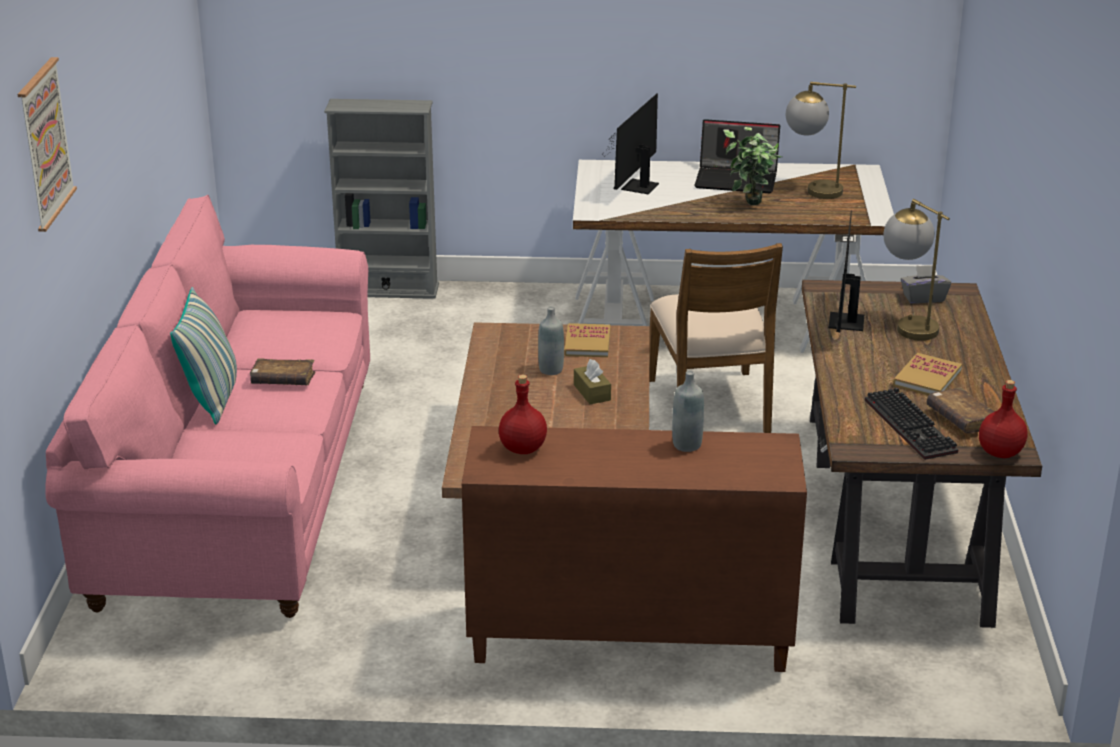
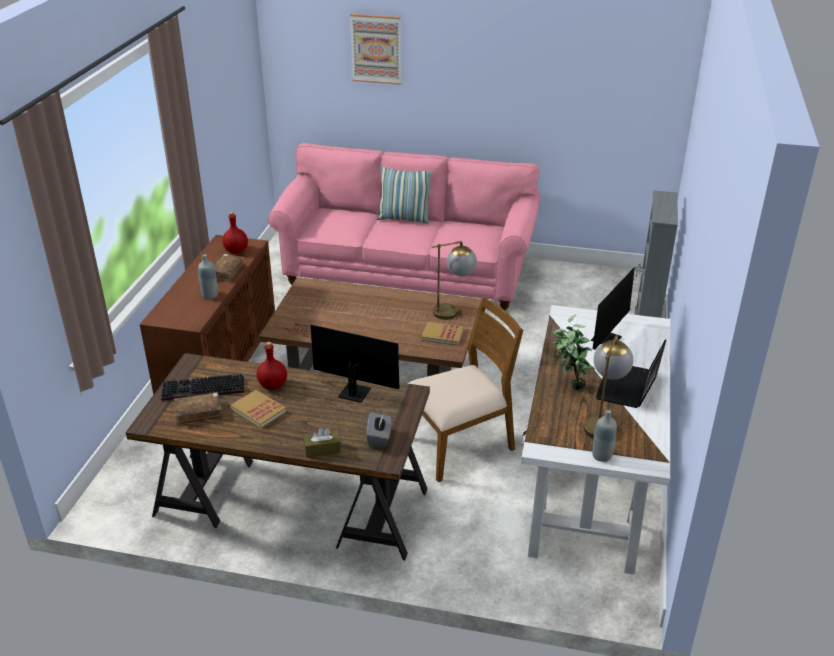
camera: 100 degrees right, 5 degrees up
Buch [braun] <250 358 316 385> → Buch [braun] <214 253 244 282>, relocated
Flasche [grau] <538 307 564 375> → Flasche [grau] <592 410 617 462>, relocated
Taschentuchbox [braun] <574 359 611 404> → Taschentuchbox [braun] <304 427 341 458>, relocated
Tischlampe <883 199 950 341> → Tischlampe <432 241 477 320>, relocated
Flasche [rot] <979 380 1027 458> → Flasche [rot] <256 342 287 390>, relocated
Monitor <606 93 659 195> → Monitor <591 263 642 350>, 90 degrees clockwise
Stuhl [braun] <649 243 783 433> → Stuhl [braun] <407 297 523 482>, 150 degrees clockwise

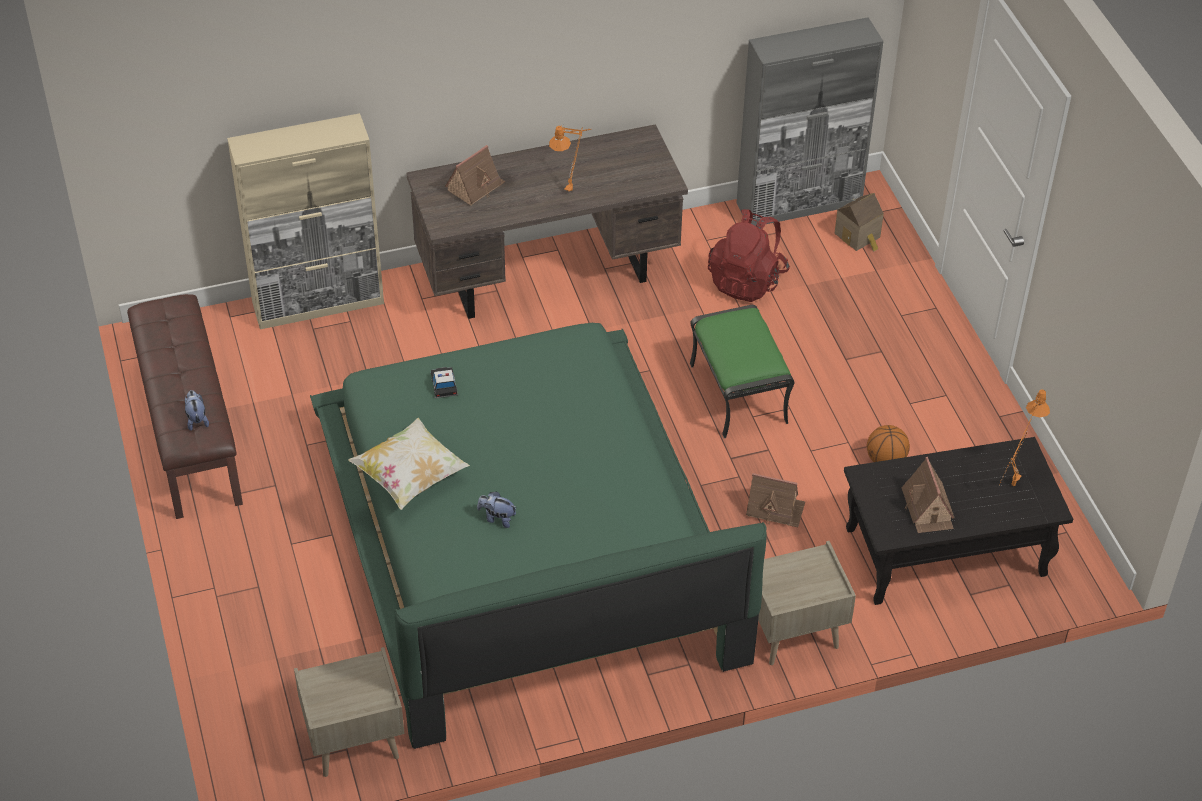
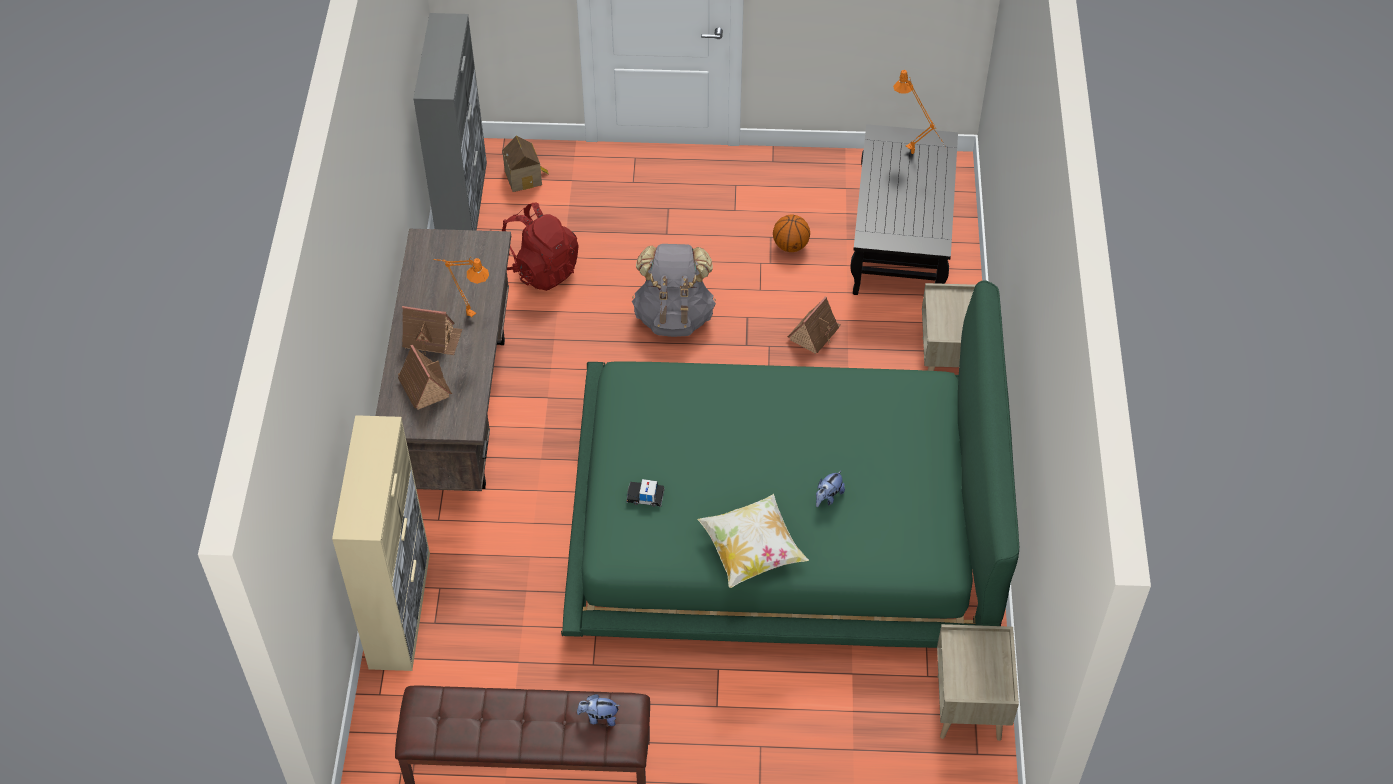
camera: 70 degrees left, 5 degrees up
Spielzeughaus <901 457 954 533> → Spielzeughaus <402 306 462 355>, relocated
Polsterhocker [grün] <690 305 794 438> → Rucksack [grau] <632 244 716 337>

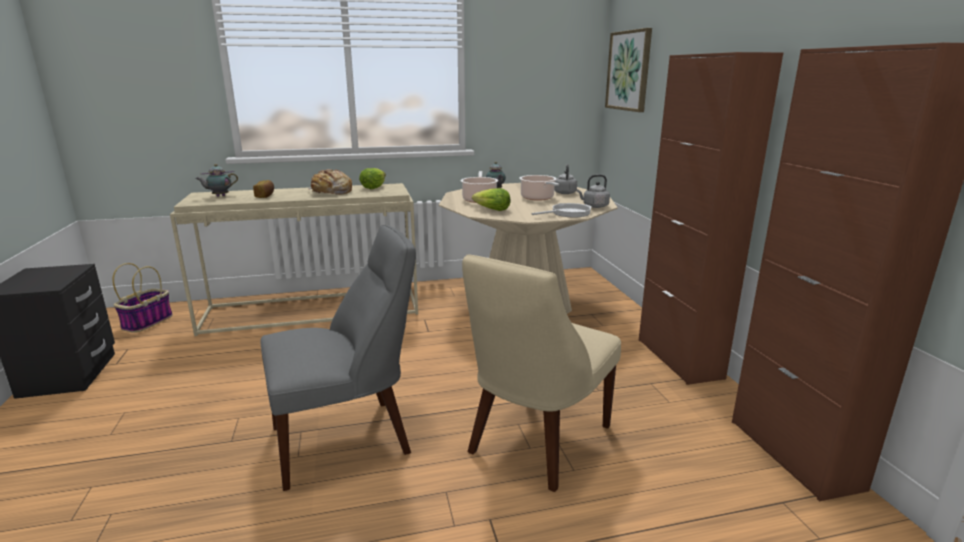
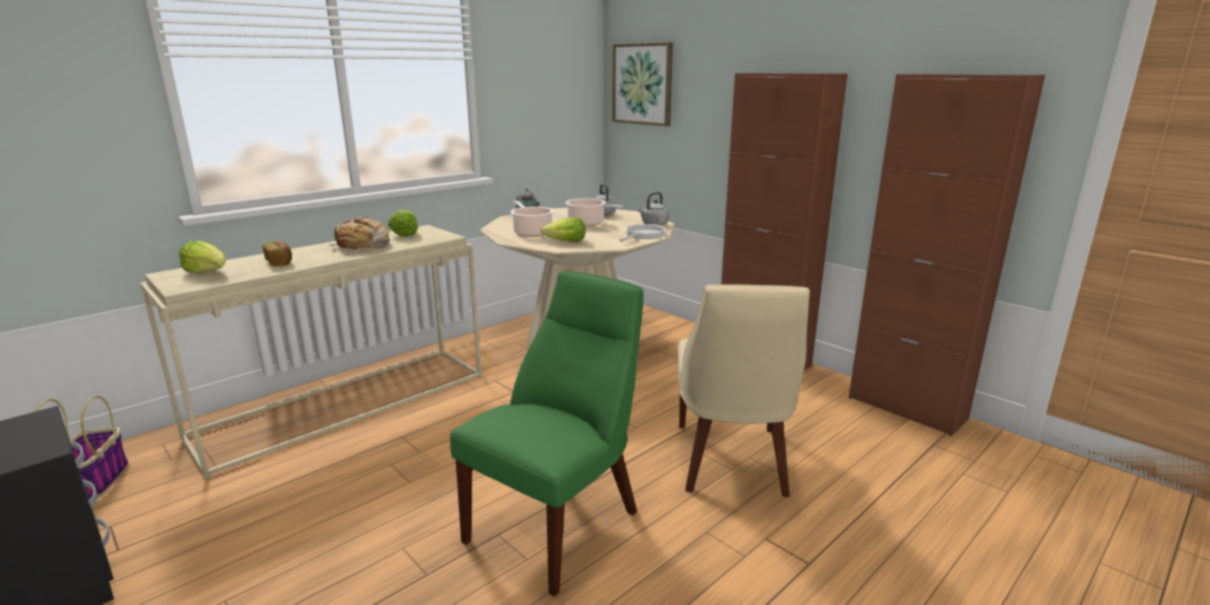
camera: 30 degrees left, 0 degrees up
Teekanne <196 164 238 197> → Salatkopf <179 240 225 274>
Stuhl [grau] <260 225 416 491> → Stuhl [grün] <450 271 644 597>

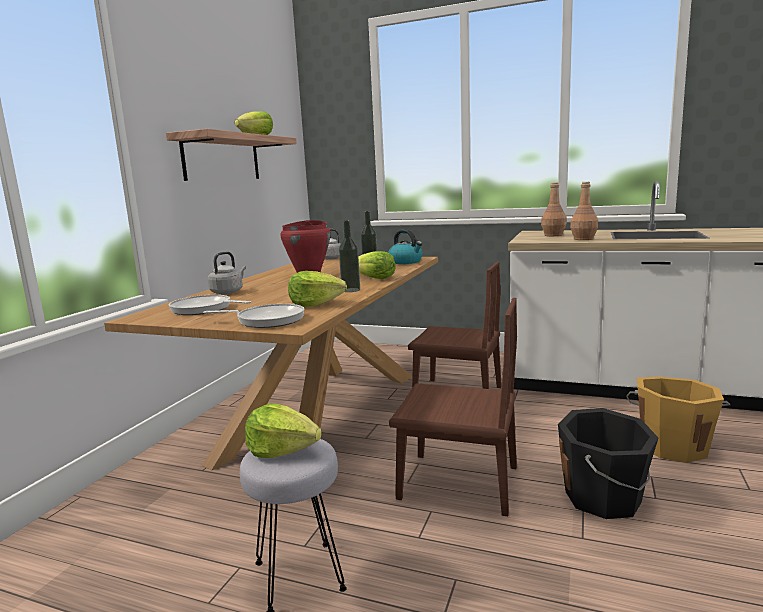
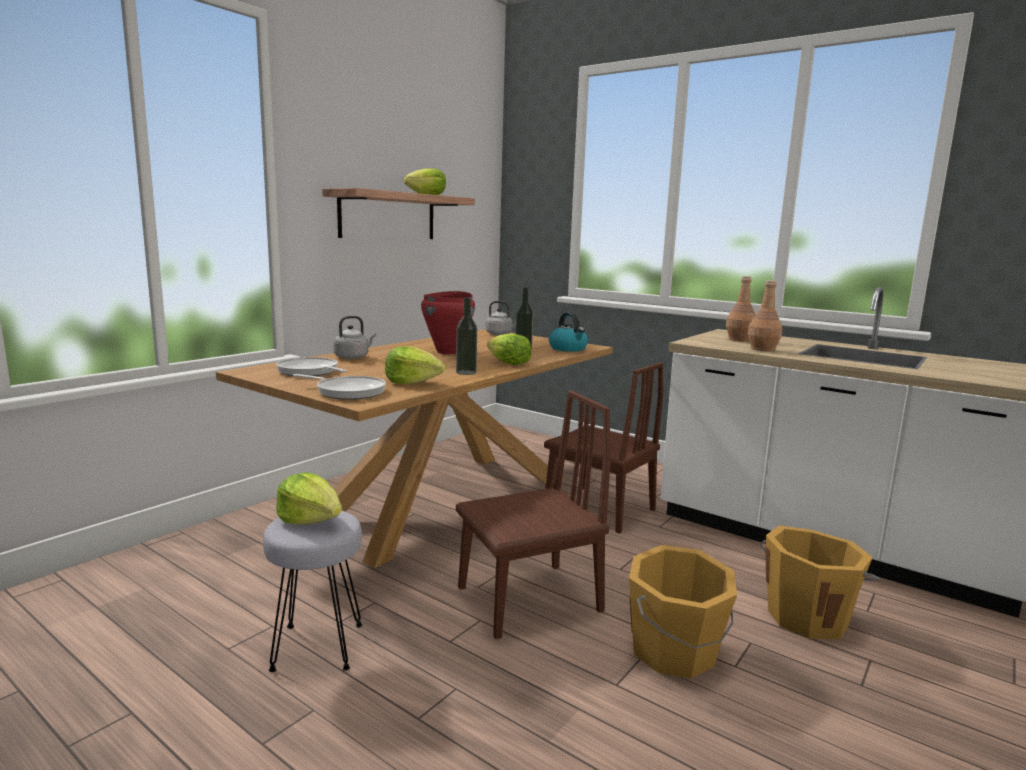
camera: 15 degrees right, 0 degrees up
Eimer [schwarz] <558 408 659 519> → Eimer [orange] <629 545 737 679>
Stuhl [braun] <389 298 517 516> → Stuhl [braun] <456 390 611 639>, 60 degrees counterclockwise

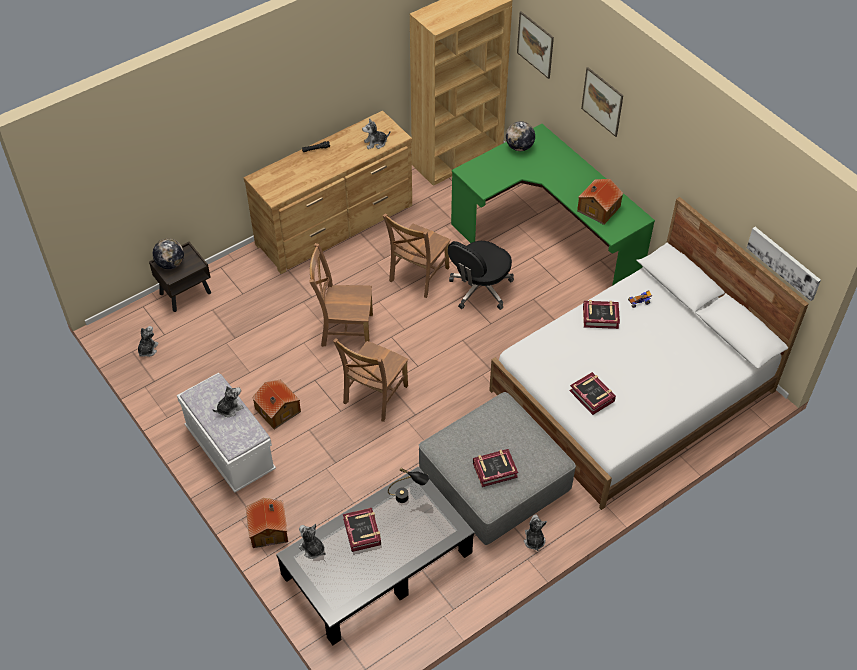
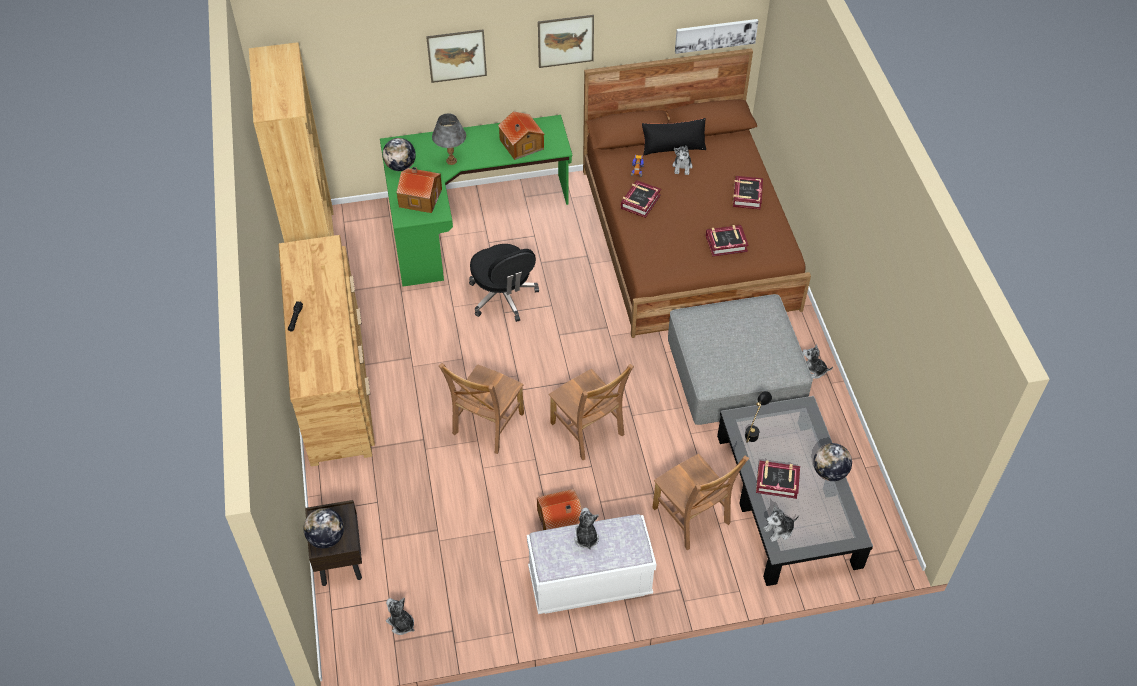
camera: 65 degrees left, 0 degrees up
- → Tischlampe [grau] <432 113 466 165>
- → Kissen [schwarz] <642 118 706 156>
- → Globus <813 443 852 481>
Spielzeughaus <246 498 288 548> → Spielzeughaus <396 167 442 213>, relocated
Plüschtier <362 118 390 149> → Plüschtier <672 146 693 175>, relocated
Stuhl [braun] <383 213 451 298> → Stuhl [braun] <652 454 749 550>, relocated
Buch <473 449 518 487> → Buch <732 176 763 210>, relocated
Bild <517 11 554 79> → Bild <538 15 594 68>, relocated
Bett [weiß] <489 197 809 510> → Bett [braun] <583 48 811 338>

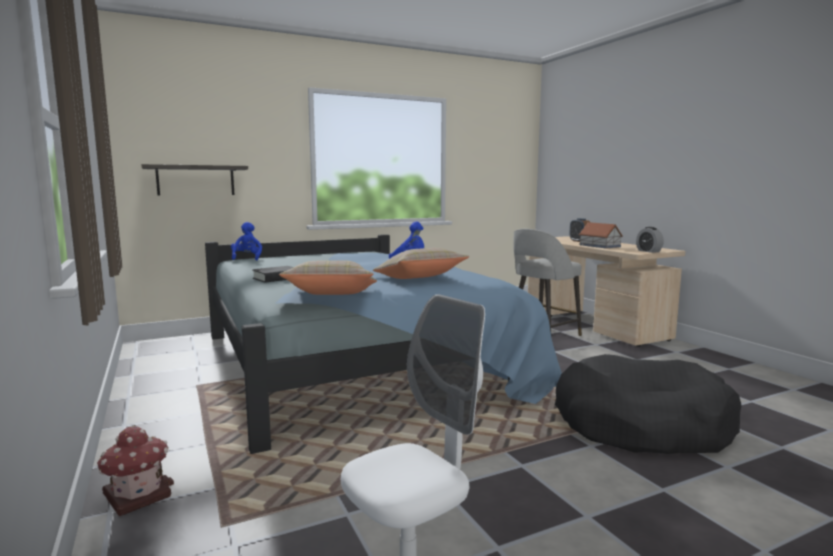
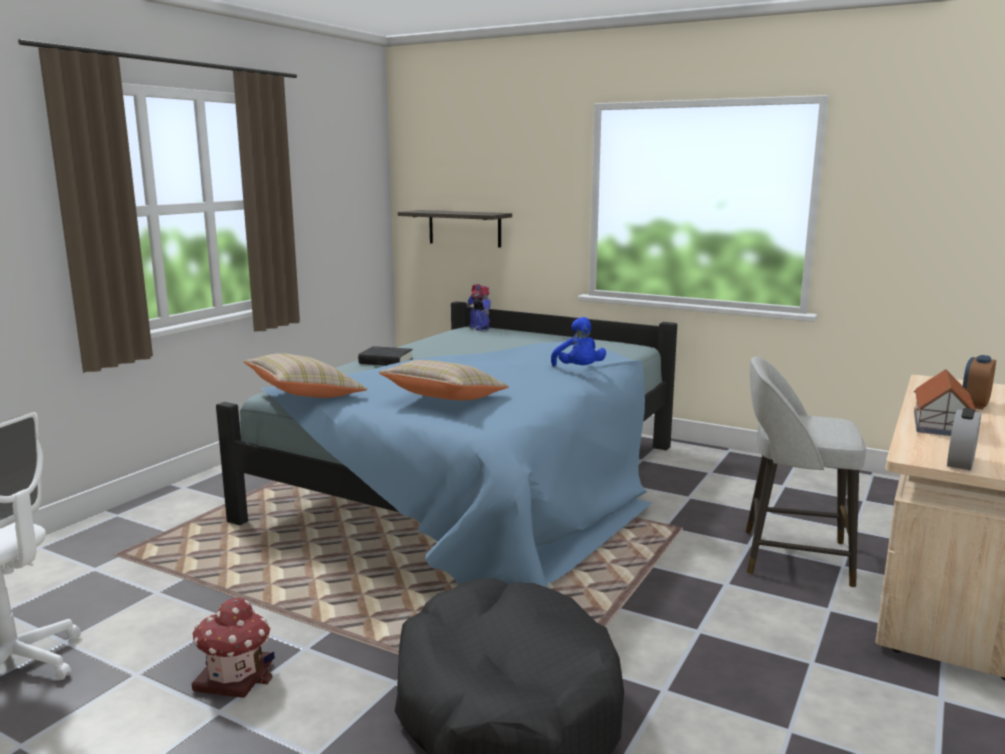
camera: 55 degrees right, 5 degrees up
Spielzeughaus <97 426 174 516> → Spielzeughaus <192 597 275 698>, relocated
Plüschtier [blau] <231 222 262 260> → Spielzeugroboter <466 284 491 331>

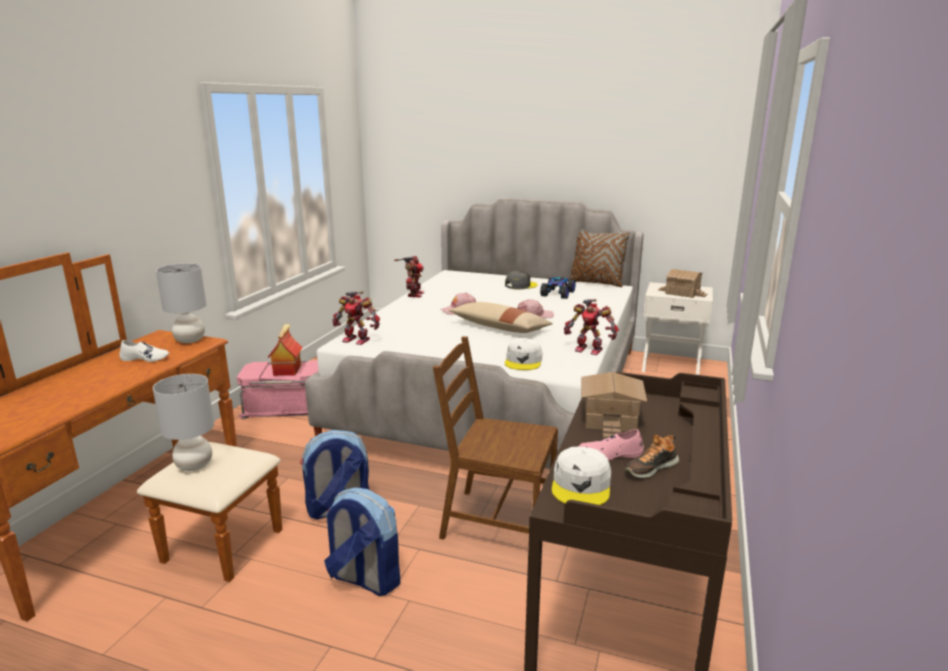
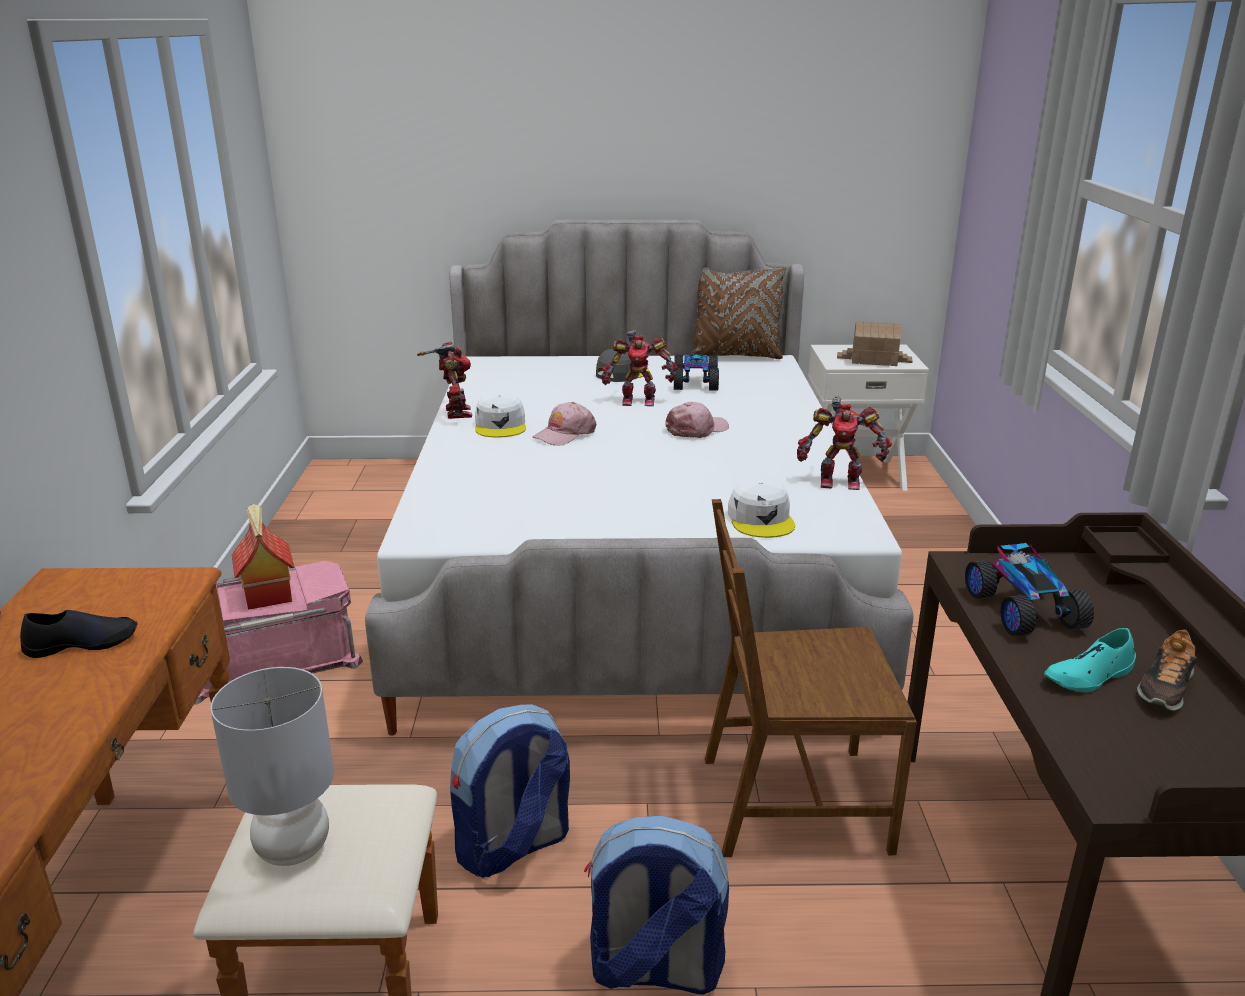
camera: 20 degrees left, 5 degrees up
Tischlampe [grau] <156 263 207 343> → -
Kissen [beige] <449 302 553 333> → -
Spielzeugroboter <332 291 380 345> → Spielzeugroboter <601 330 678 406>, relocated
Kappe [weiß] <552 447 611 505> → Kappe [weiß] <475 393 526 438>, relocated
Spielzeughaus <581 372 647 439> → Spielzeugauto <965 543 1094 636>
Schuh [weiß] <119 340 169 362> → Schuh [schwarz] <20 610 137 658>
Schuh [rosa] <578 429 644 461> → Schuh [türkis] <1044 628 1136 692>

